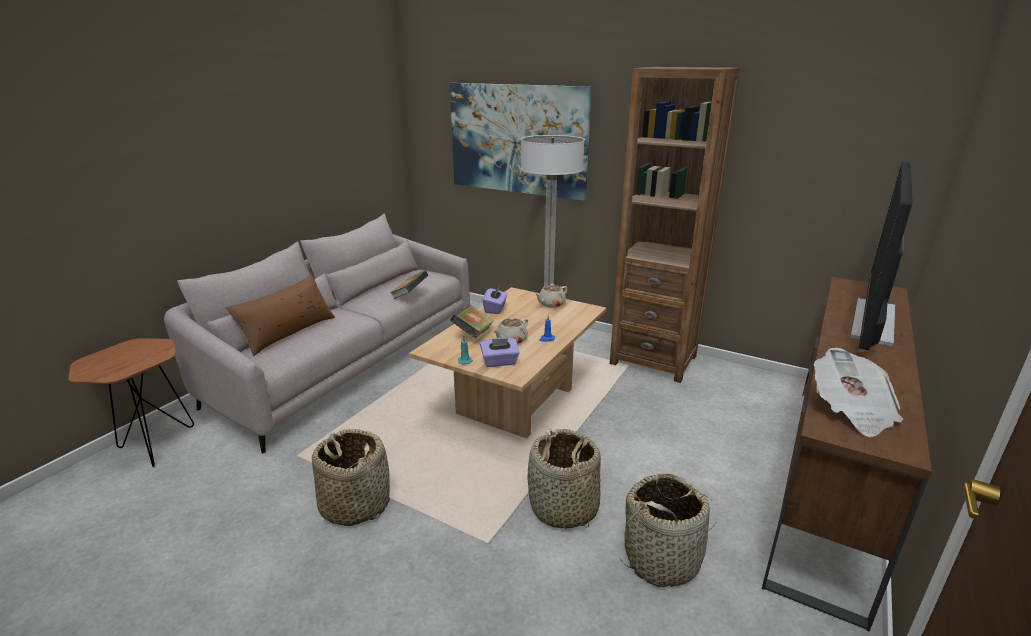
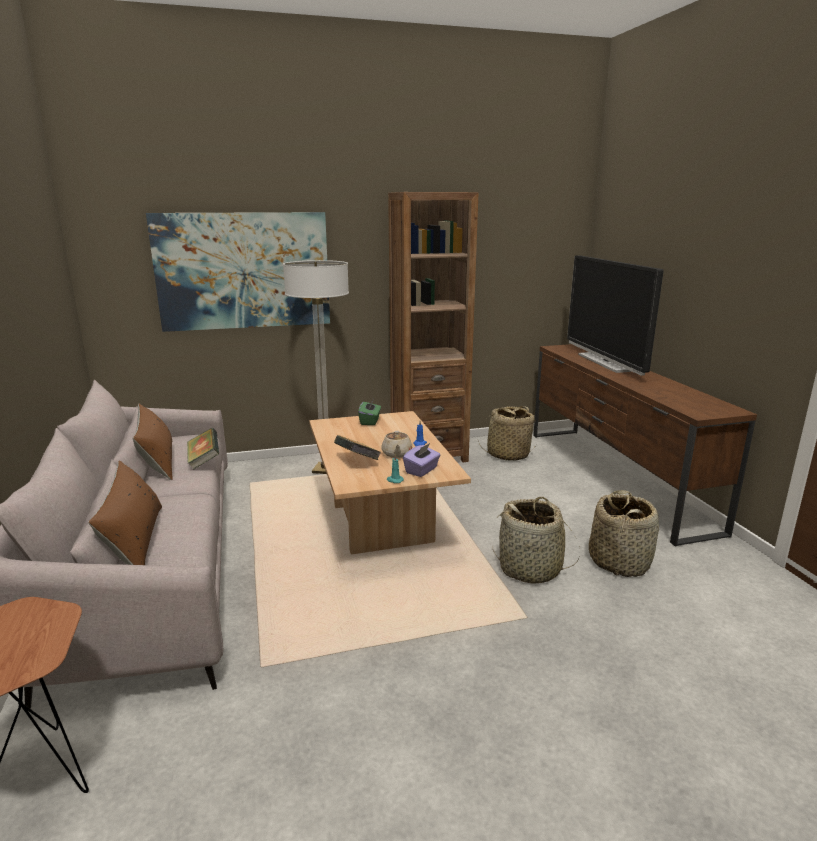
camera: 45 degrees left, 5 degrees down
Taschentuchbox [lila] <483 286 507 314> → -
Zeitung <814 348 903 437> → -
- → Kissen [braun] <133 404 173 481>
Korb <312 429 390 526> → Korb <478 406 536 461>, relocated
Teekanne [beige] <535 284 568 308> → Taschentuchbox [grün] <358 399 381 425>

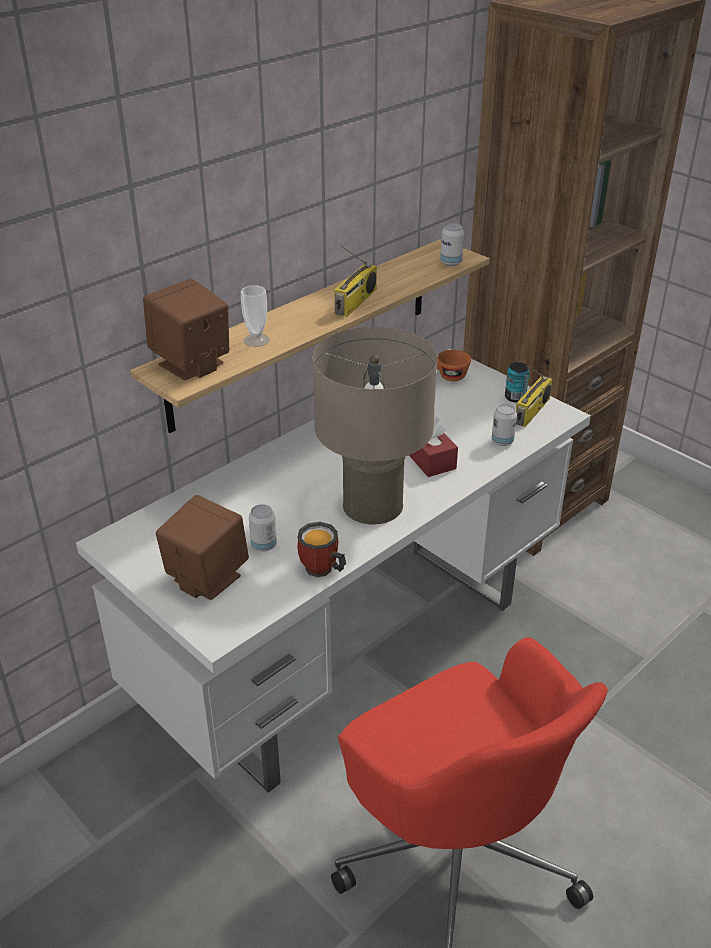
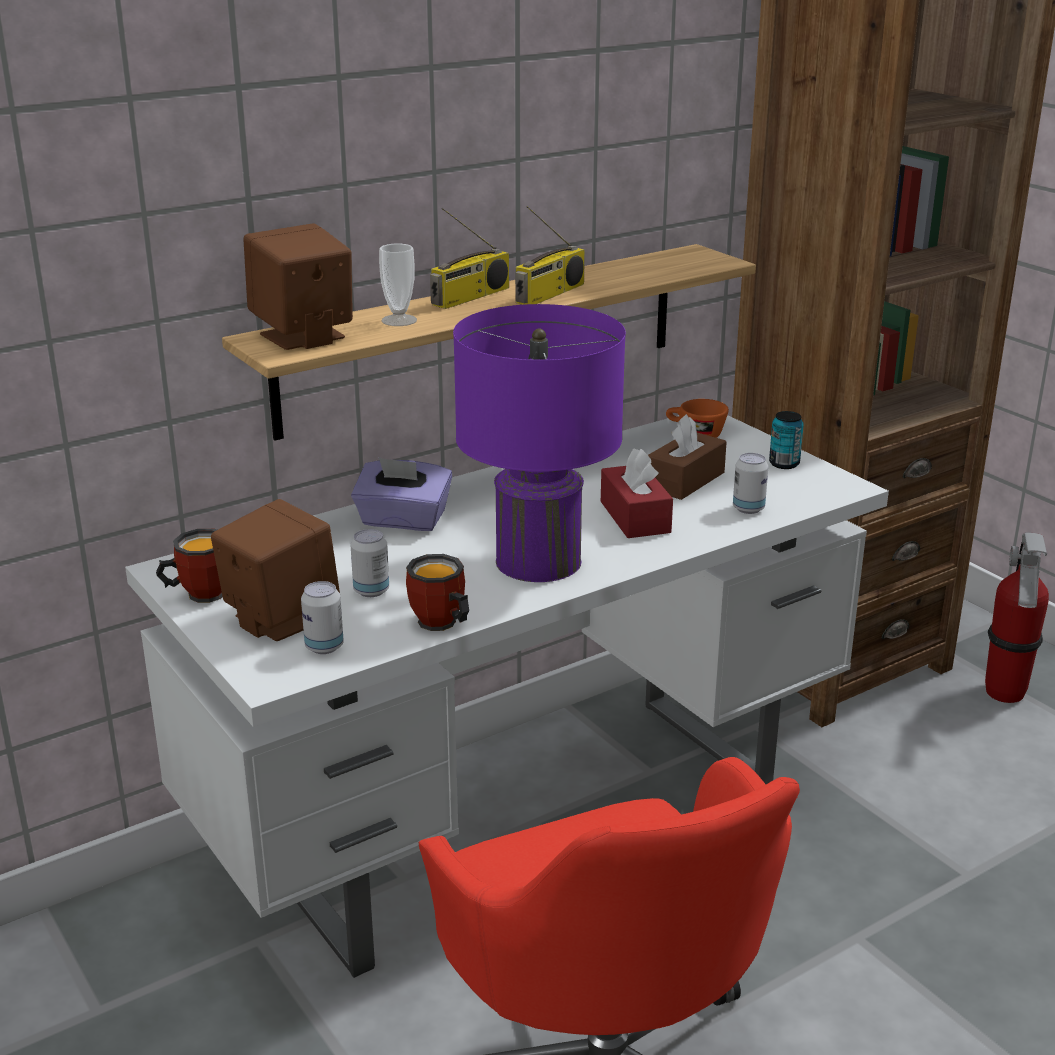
camera: 10 degrees right, 10 degrees down
- → Henkelbecher <156 529 223 603>
- → Taschentuchbox [lila] <351 457 452 531>
- → Taschentuchbox [braun] <648 414 727 500>
- → Feuerlöscher <985 533 1049 703>
Dose <440 223 464 266> → Dose <301 581 344 654>, relocated
Radio <516 365 552 427> → Radio <430 208 509 309>, relocated
Tischlampe [beige] <312 327 438 525> → Tischlampe [lila] <453 304 626 582>

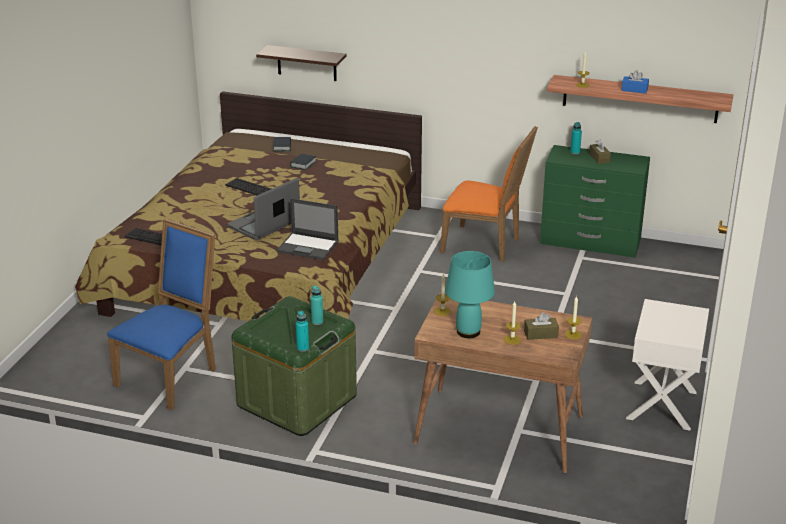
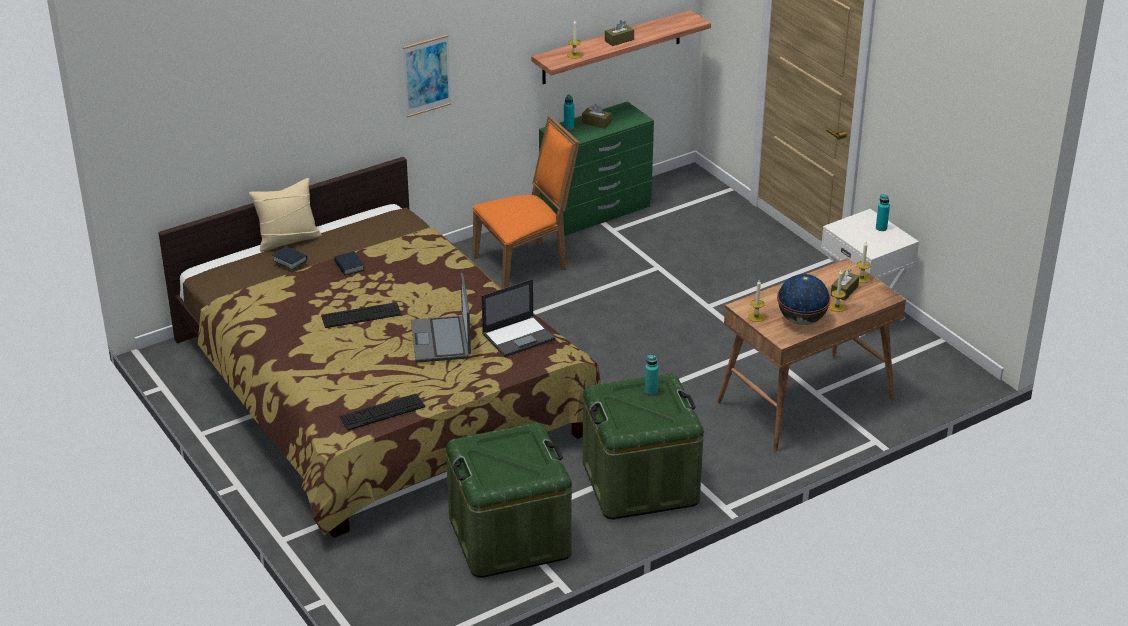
camera: 50 degrees left, 5 degrees up
Wandregal <256 45 347 81> → -
- → Kissen [beige] <249 178 322 252>
- → Bild <403 35 451 117>
Flasche [türkis] <296 311 309 352> → Flasche [türkis] <876 194 890 231>, relocated
Stuhl [blau] <107 219 216 410> → Aufbewahrungsbox [grün] <446 423 572 578>
Tischlampe [türkis] <445 251 495 338> → Globus <777 274 831 325>
Taschentuchbox [blau] <622 70 649 94> → Taschentuchbox [braun] <605 20 634 46>

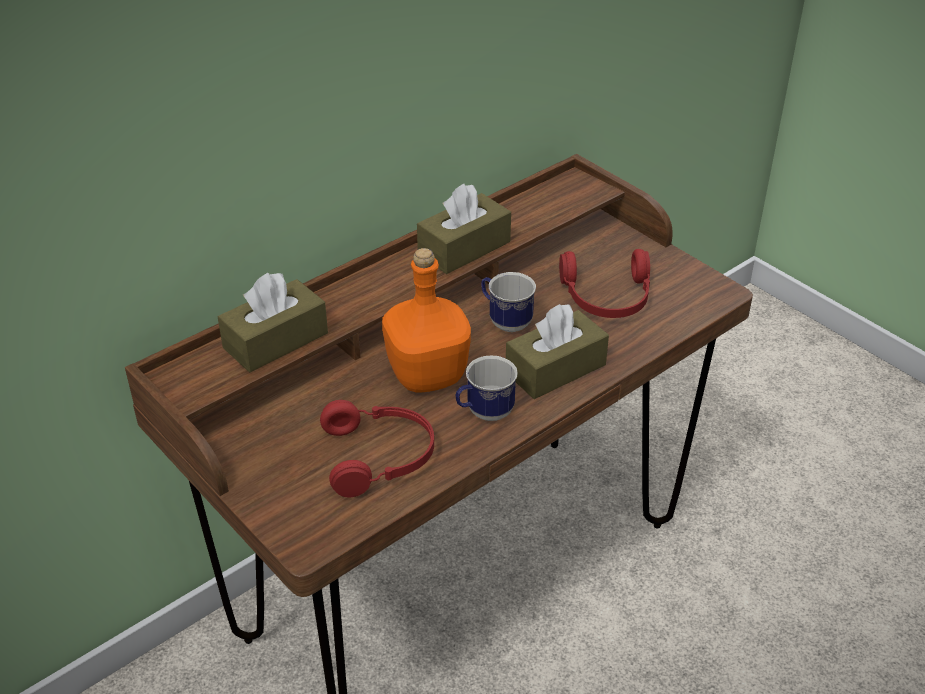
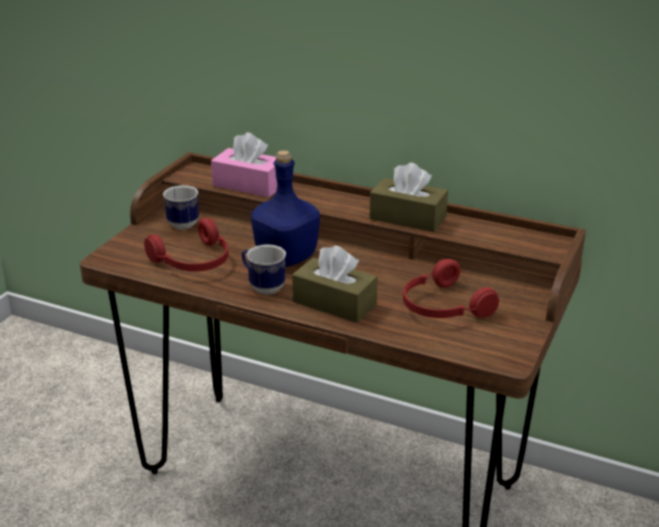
camera: 65 degrees right, 10 degrees down
Henkelbecher <481 272 536 332> → Henkelbecher <163 185 199 229>, relocated
Taschentuchbox [braun] <218 273 328 372> → Taschentuchbox [rosa] <211 132 277 198>
Flasche [orange] <382 248 471 392> → Flasche [blau] <251 150 320 267>

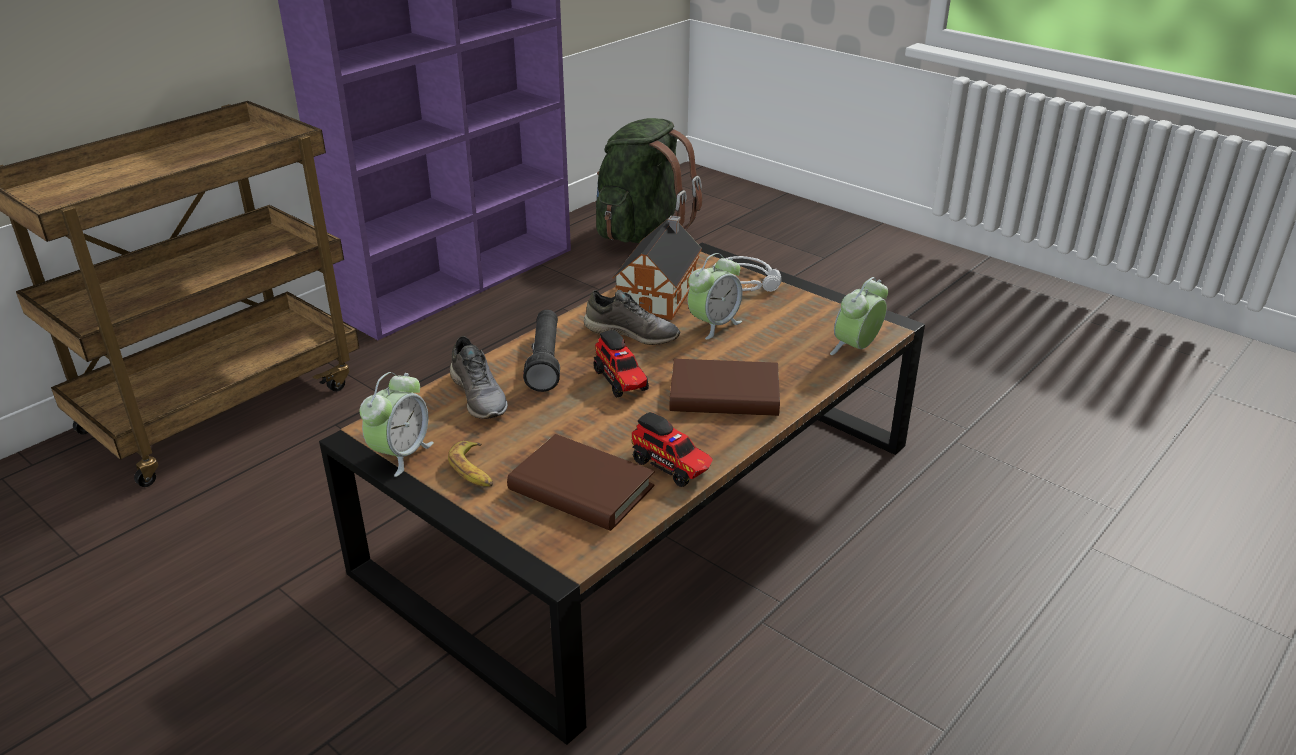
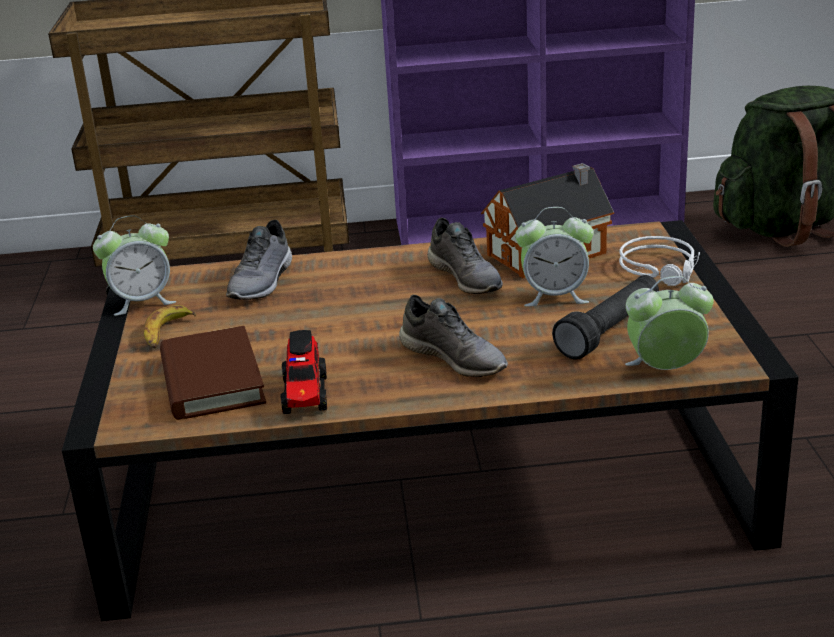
camera: 45 degrees right, 5 degrees down
Spielzeuglaster <594 330 649 397> → -
Taschenlampe [schwarz] <523 310 560 392> → Taschenlampe [schwarz] <552 275 659 360>, relocated
Buch [braun] <670 359 780 416> → Schuh [grau] <399 295 508 377>

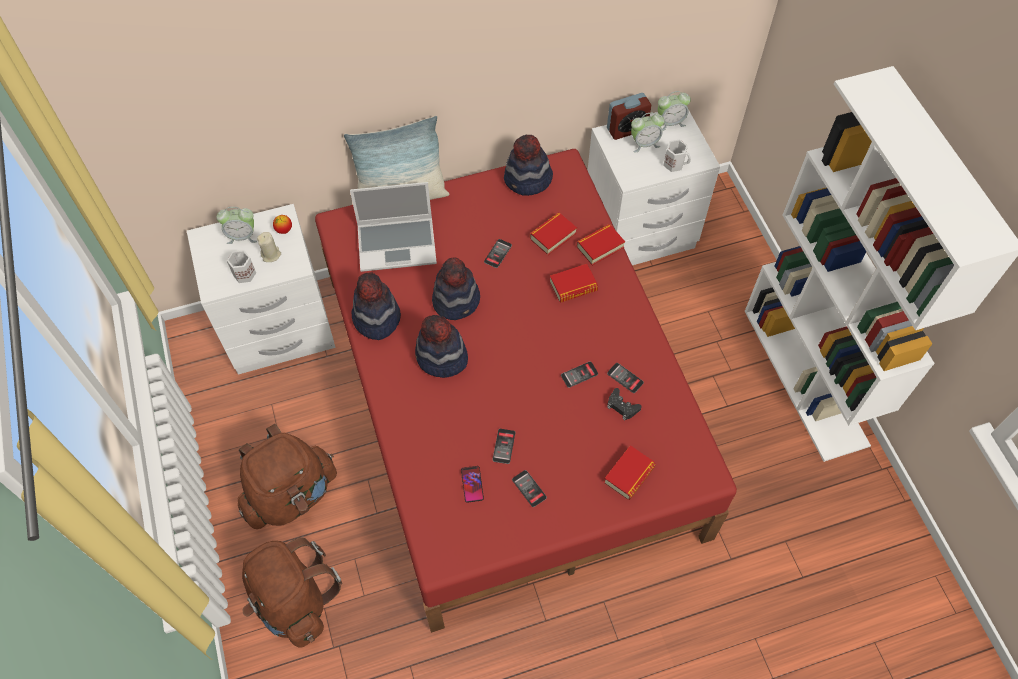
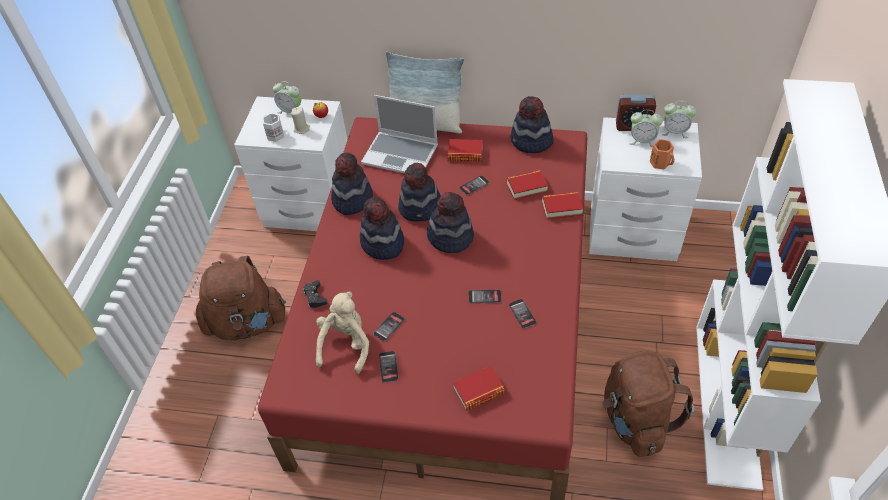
camera: 30 degrees right, 10 degrees down
- → Hut <427 192 474 253>
Rucksack [braun] <242 537 342 648> → Rucksack [braun] <602 351 694 457>, relocated
Buch <550 264 598 303> → Buch <448 139 483 162>, relocated
Gamepad [schwarz] <607 388 641 420> → Gamepad [schwarz] <303 280 328 308>, relocated
Handy <461 466 484 503> → Plüschtier [beige] <316 291 369 374>
Henkelbecher [weiß] <663 140 691 172> → Henkelbecher [orange] <650 139 675 169>

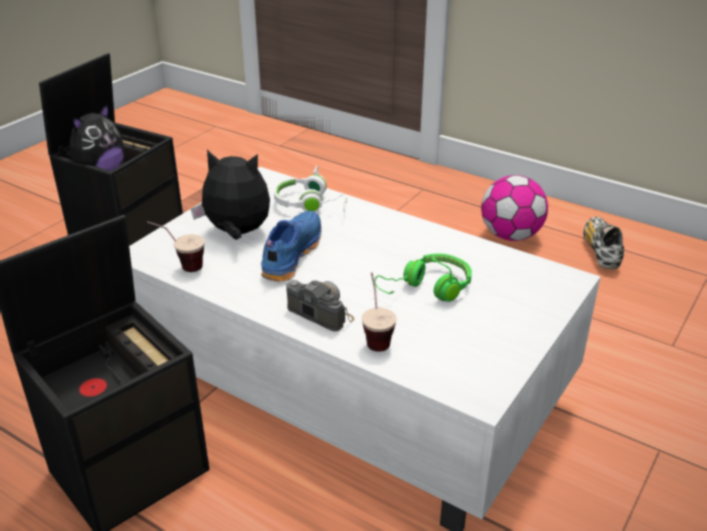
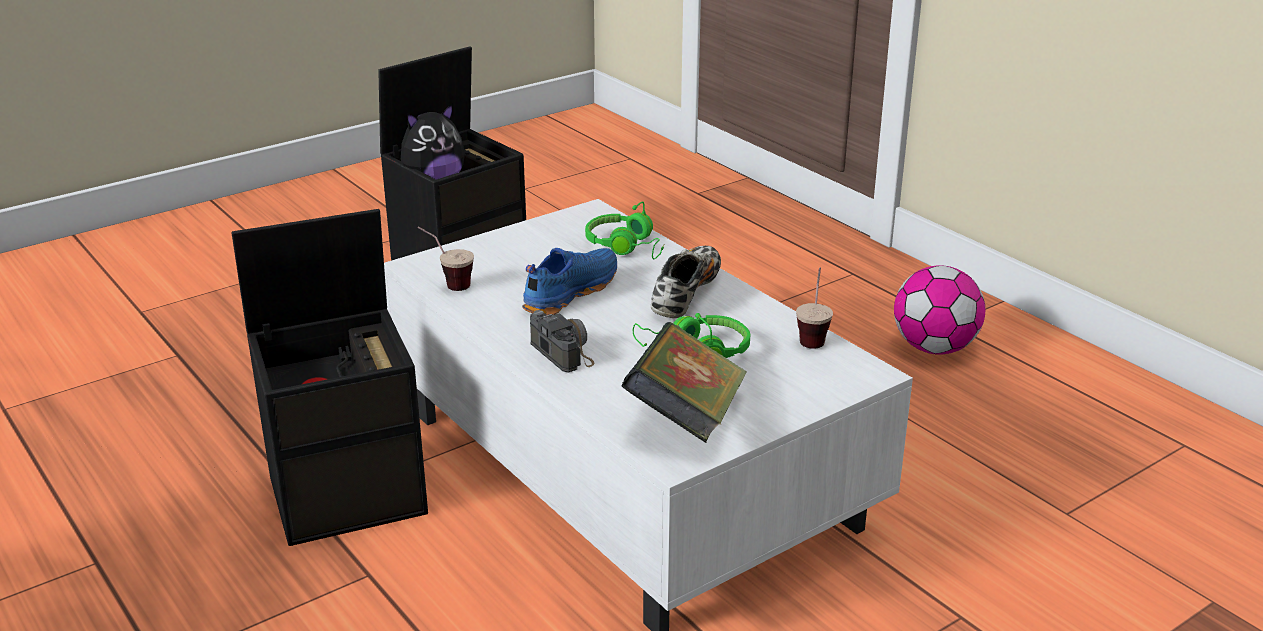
camera: 20 degrees right, 5 degrees down
Plüschtier <191 150 270 240> → -
- → Buch <621 322 747 443>
Tasse <362 272 397 352> → Tasse <796 267 833 349>, relocated
Schuh <583 217 624 269> → Schuh <651 246 721 318>, relocated
Kopfhörer [weiß] <274 165 347 213> → Kopfhörer [grün] <585 201 664 259>

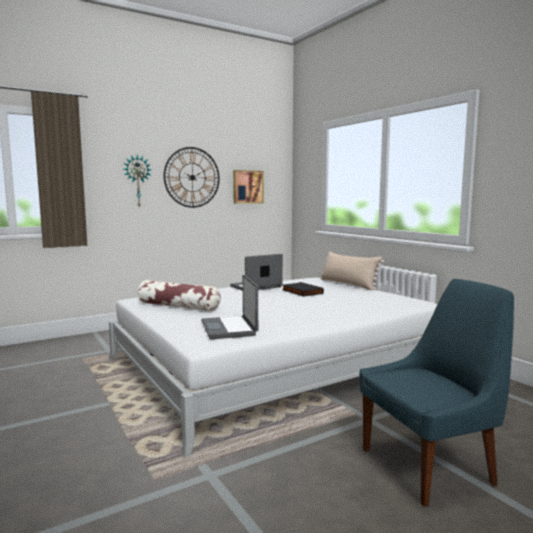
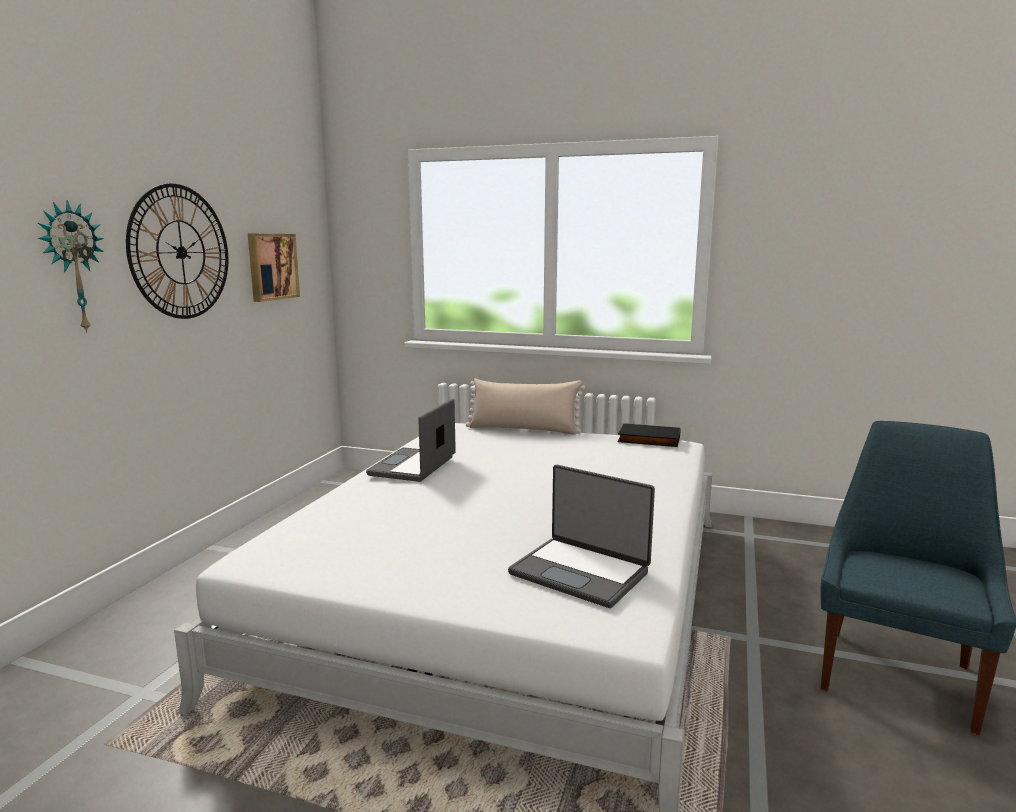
camera: 40 degrees left, 5 degrees up
Kissen <138 280 221 311> → -
Buch [schwarz] <282 282 324 297> → Buch [schwarz] <618 423 681 447>, relocated

